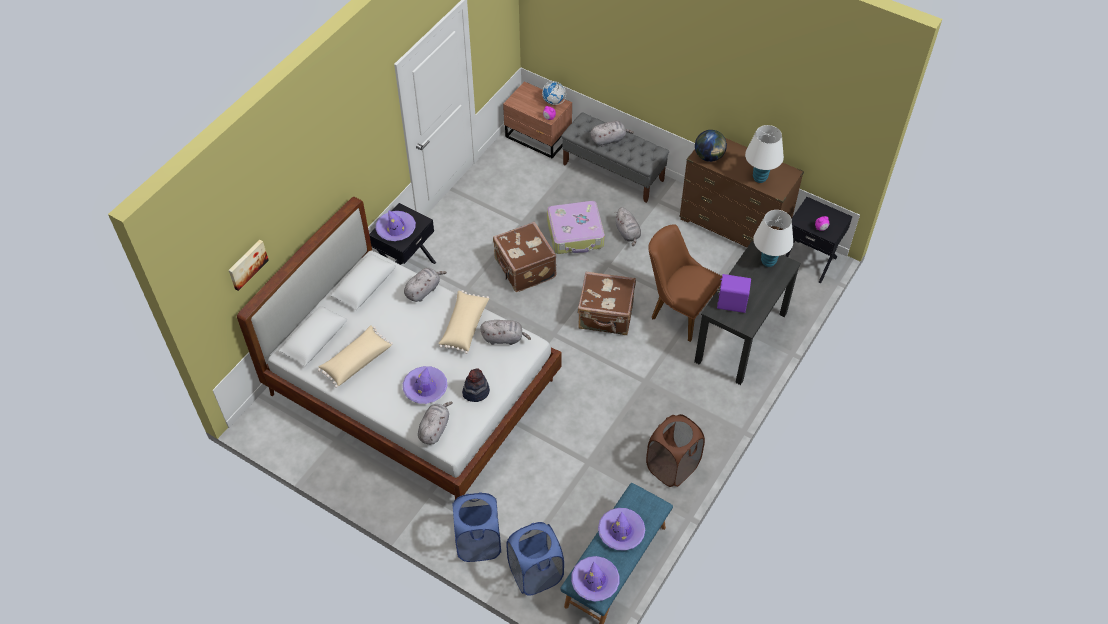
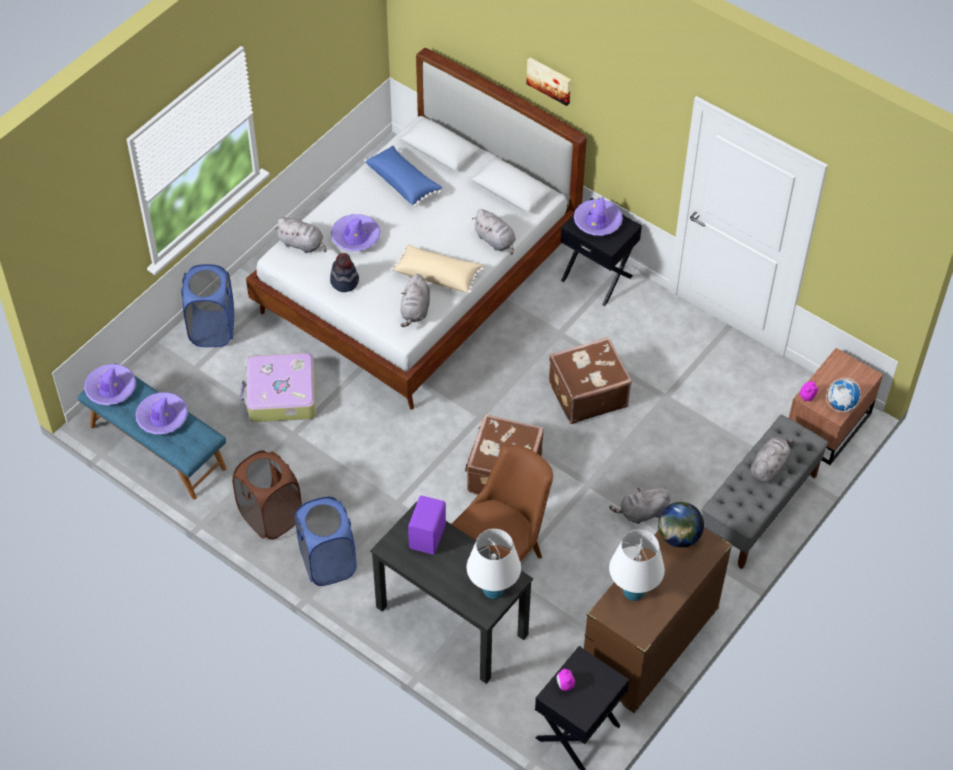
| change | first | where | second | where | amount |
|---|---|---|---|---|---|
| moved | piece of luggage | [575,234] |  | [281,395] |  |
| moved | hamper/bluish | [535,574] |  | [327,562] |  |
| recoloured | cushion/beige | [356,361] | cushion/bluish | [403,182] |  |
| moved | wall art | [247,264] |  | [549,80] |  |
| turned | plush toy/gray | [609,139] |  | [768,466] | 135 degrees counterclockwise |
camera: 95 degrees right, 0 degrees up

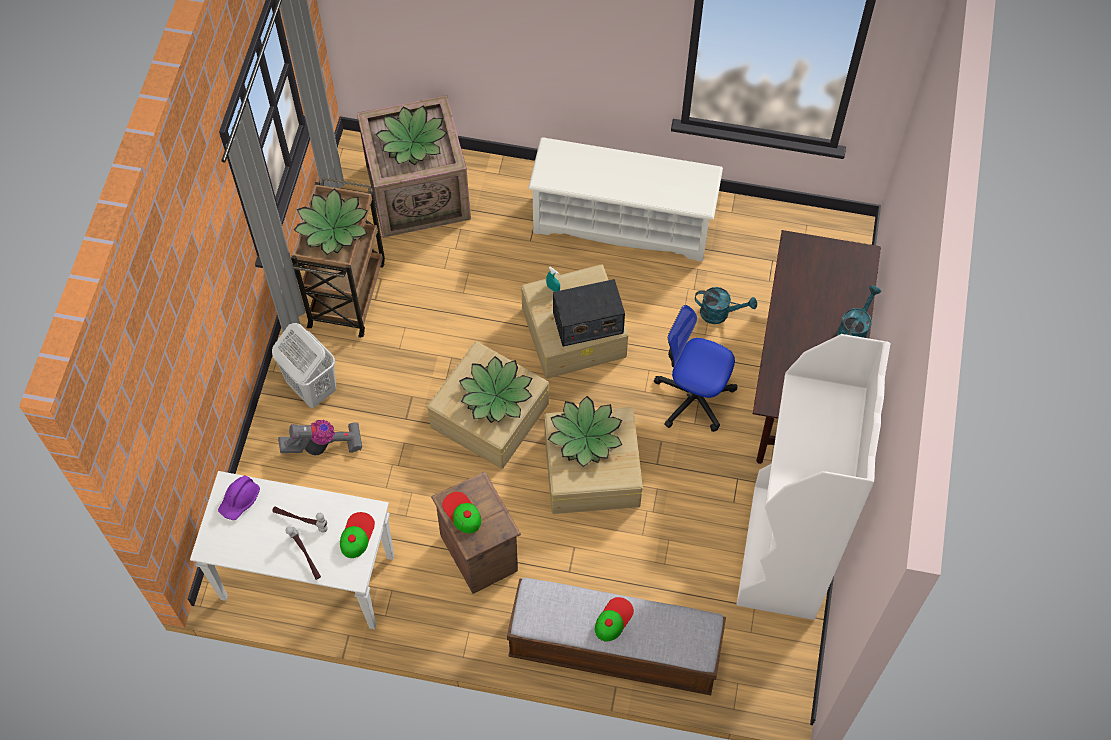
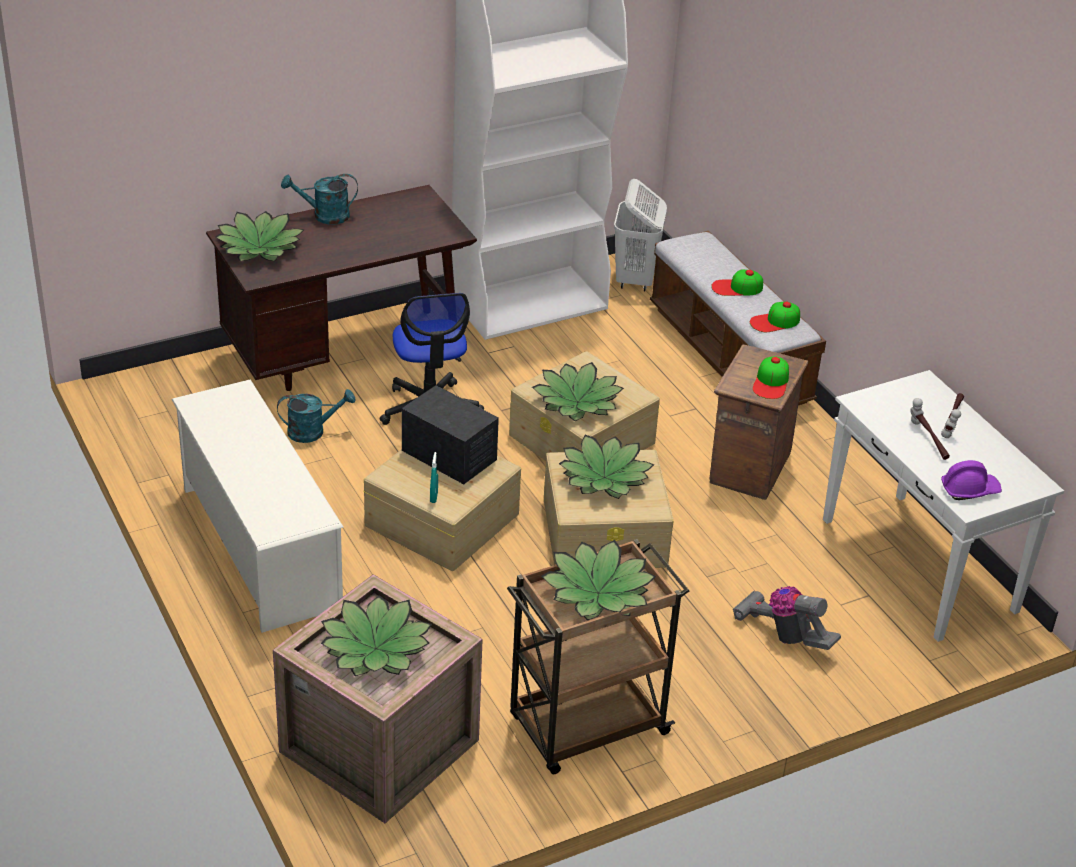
| change | first | where | second | where | amount |
|---|---|---|---|---|---|
| added |  |  | houseplant | [259,247] |  |
| turned | watering pot/turquoise-coloured | [720,313] |  | [313,431] | 105 degrees clockwise |
| moved | hamper/whitish | [311,388] |  | [635,279] |  |
| moved | cap | [356,535] |  | [775,321] |  |
camera: 130 degrees left, 25 degrees down

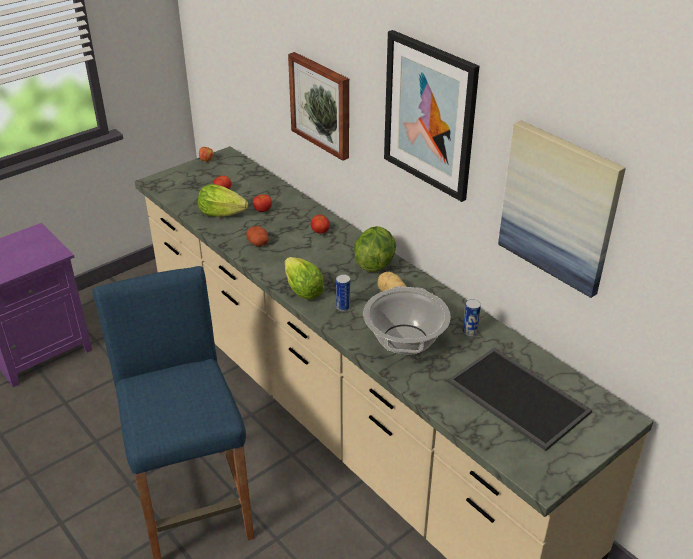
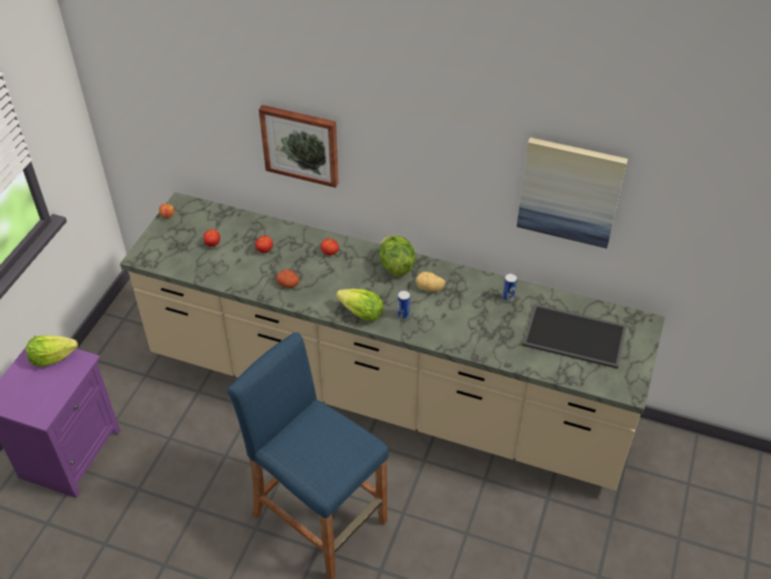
| change | first | where | second | where | amount |
|---|---|---|---|---|---|
| moved | head of lettuce | [221,213] |  | [52,358] |  |
| removed | saucepot | [405,339] |  |  |  |
| removed | wall art | [429,115] |  |  |  |
camera: 30 degrees left, 10 degrees up

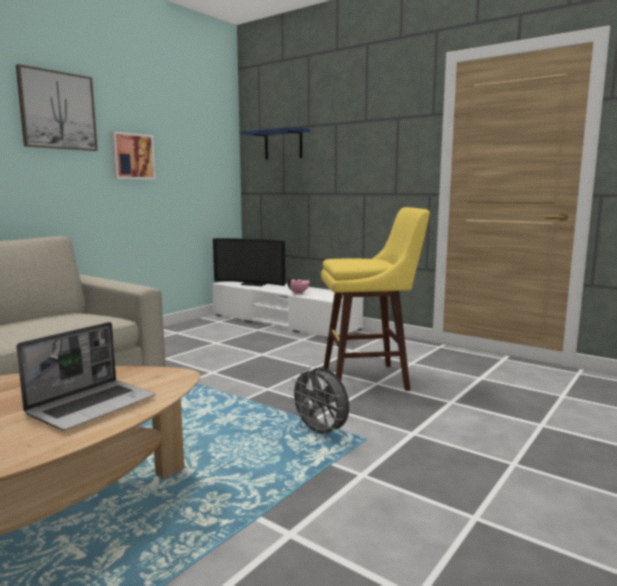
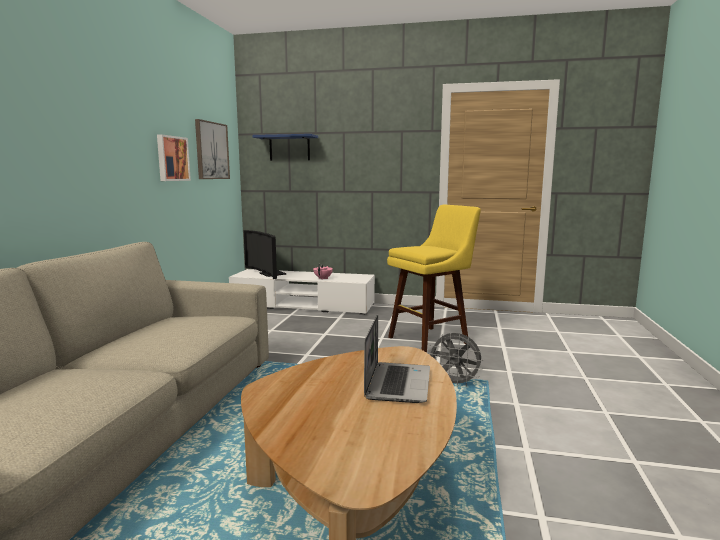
| change | first | where | second | where | amount |
|---|---|---|---|---|---|
| moved | wall art | [57,110] |  | [211,151] |  |
| turned | television | [253,284] |  | [268,274] | 60 degrees clockwise |
camera: 25 degrees left, 0 degrees up

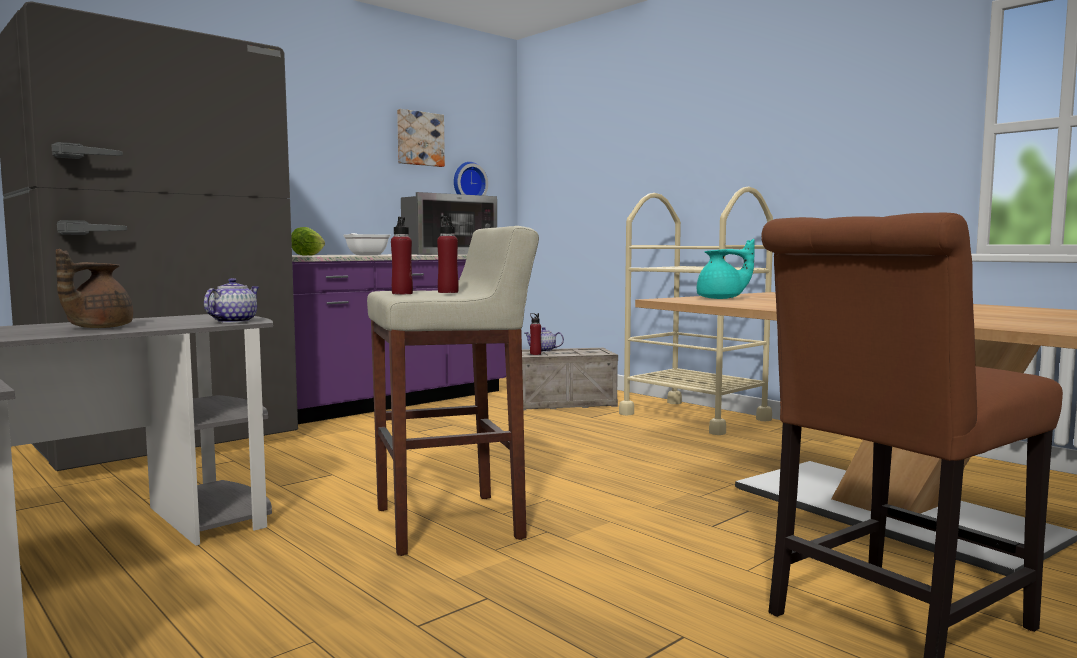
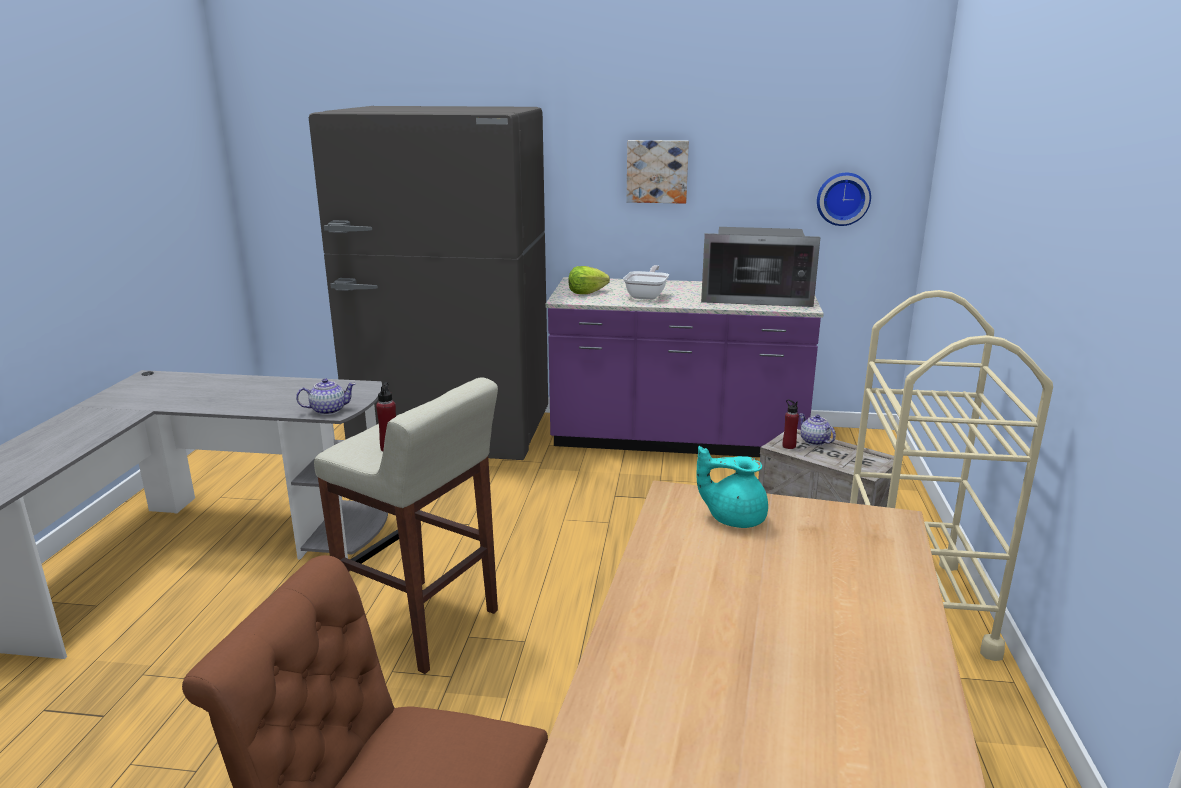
| change | first | where | second | where | amount |
|---|---|---|---|---|---|
| moved | wall art | [419,139] |  | [657,171] |  |
| turned | pot for tea/turquoise-coloured | [721,298] |  | [734,518] | 135 degrees clockwise |
| removed | pot for tea/brown | [97,328] |  |  |  |
| removed | beverage bottle/red-coloured | [402,293] |  |  |  |
camera: 50 degrees right, 15 degrees up

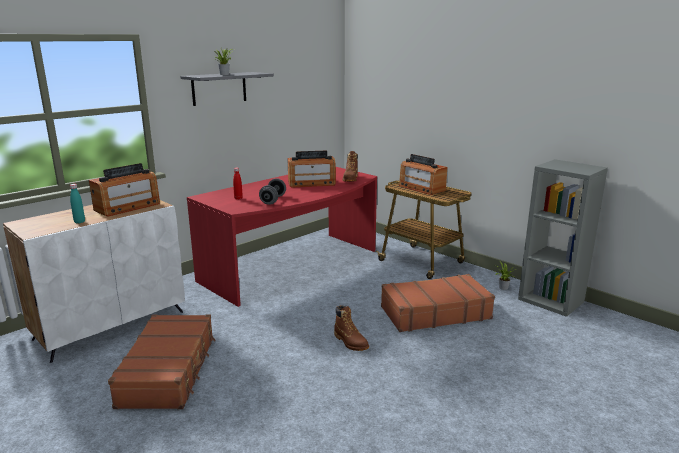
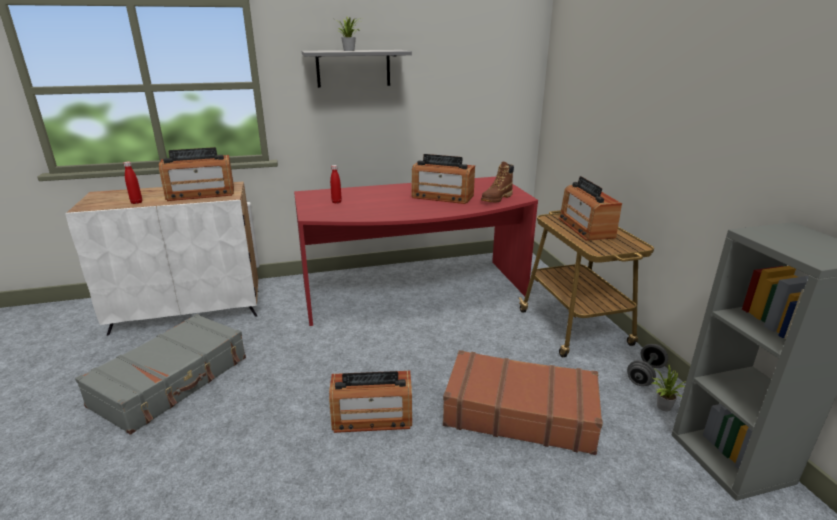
| change | first | where | second | where | amount |
|---|---|---|---|---|---|
| recoloured | piece of luggage/brown | [169,371] | piece of luggage/gray | [172,381] |  |
| recoloured | beverage bottle/turquoise-coloured | [79,222] | beverage bottle/red-coloured | [136,202] |  |
| replaced | high-top boot/brown | [350,342] | radio set | [372,417] |  |
| moved | dumbbell/gray | [273,200] |  | [645,375] |  |
camera: 30 degrees right, 5 degrees up

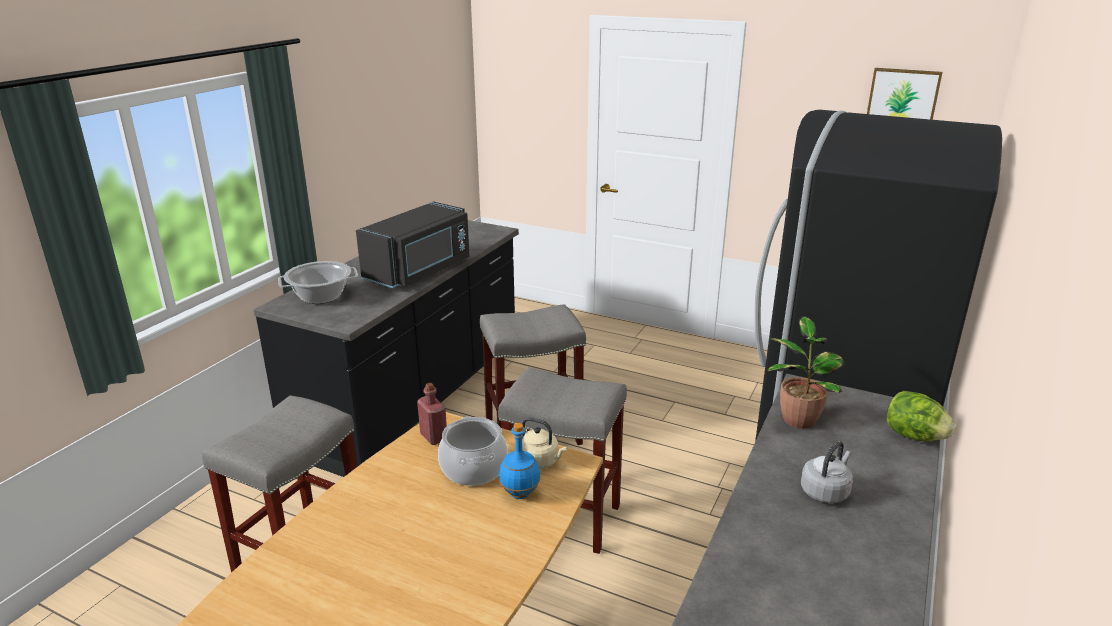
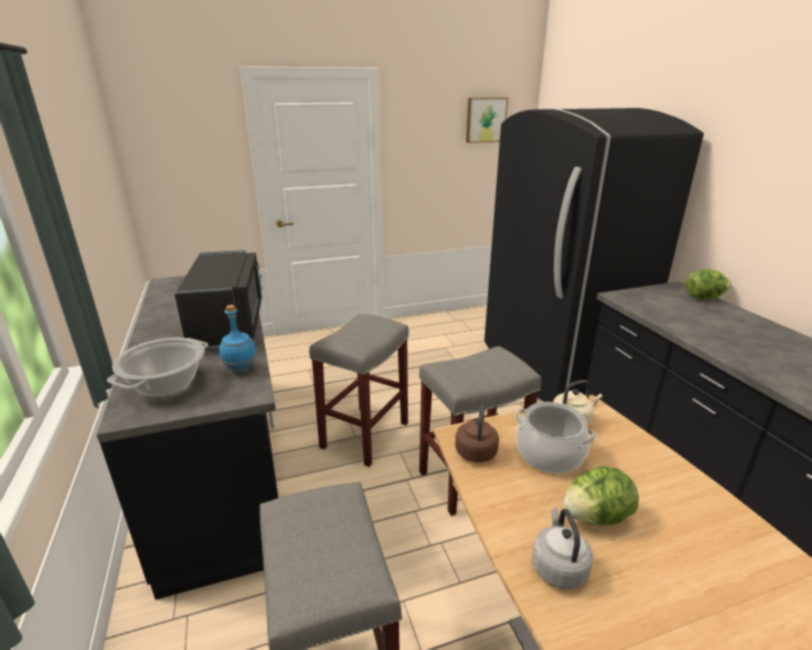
| change | first | where | second | where | amount |
|---|---|---|---|---|---|
| moved | beverage bottle/bluish | [520,493] |  | [241,369] |  |
| replaced | beverage bottle/red-coloured | [433,437] | kettle/brown | [476,451] |  |
| moved | kettle/gray | [825,491] |  | [558,566] |  |
| added |  |  | head of lettuce | [596,516] |  |
| removed | houseplant | [798,418] |  |  |  |
camera: 45 degrees left, 0 degrees up

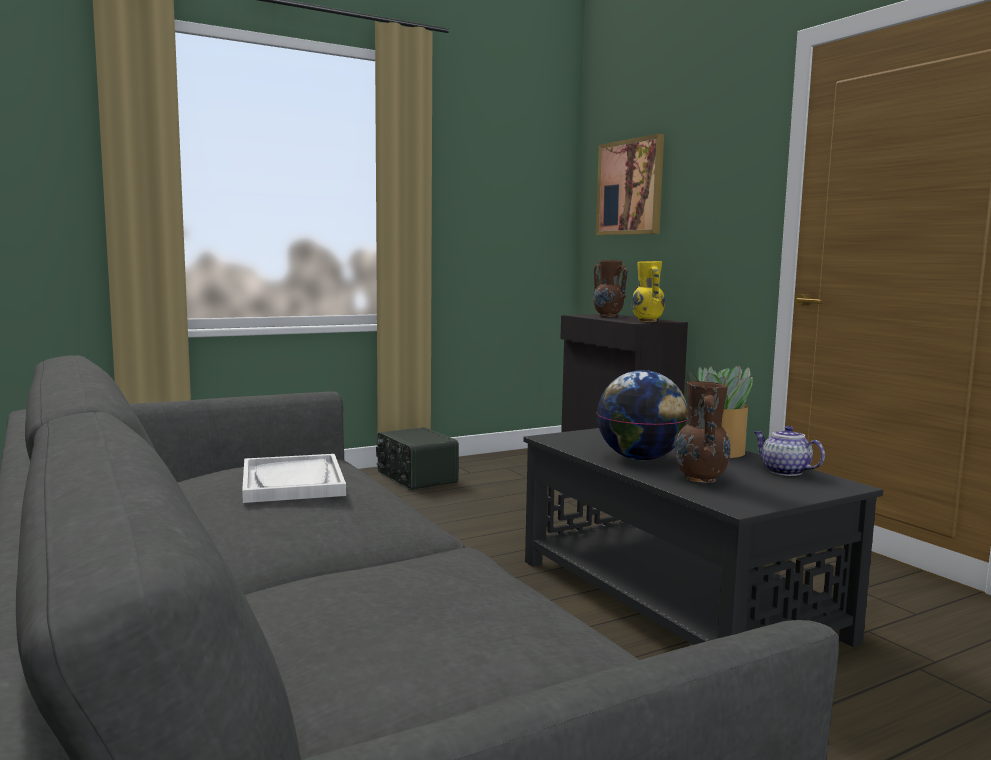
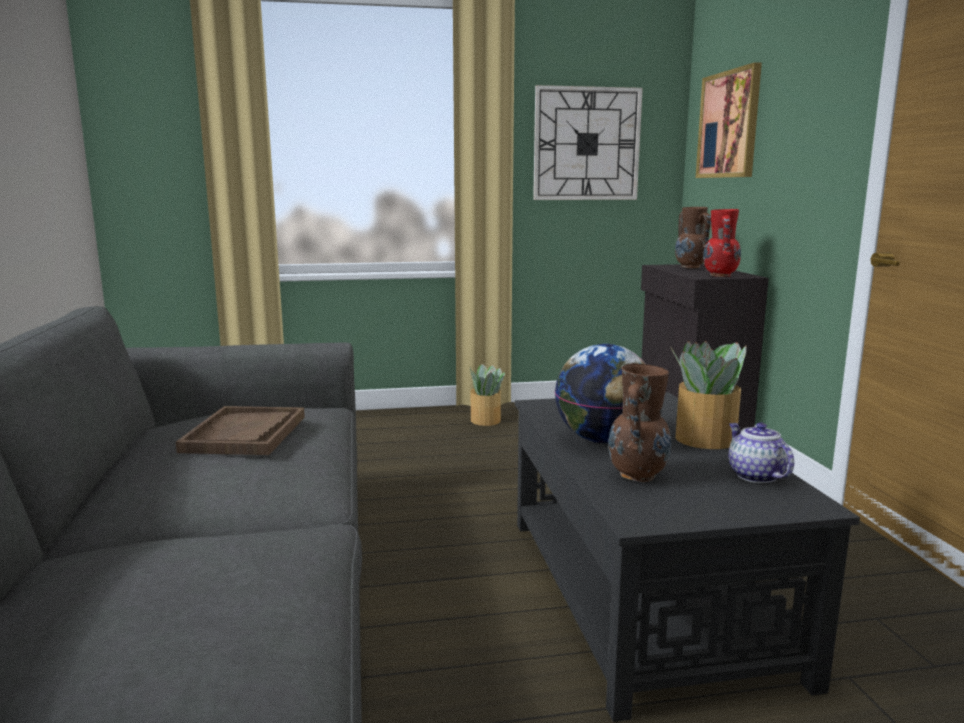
| change | first | where | second | where | amount |
|---|---|---|---|---|---|
| recoloured | serving tray/whitish | [293,482] | serving tray/brown | [245,434] |  |
| replaced | radio set | [415,478] | houseplant | [485,420] |  |
| added |  |  | wall clock | [586,144] |  |
| recoloured | decorative vase/yellow-coloured | [647,321] | decorative vase/red-coloured | [720,276] |  |
camera: 20 degrees right, 5 degrees up

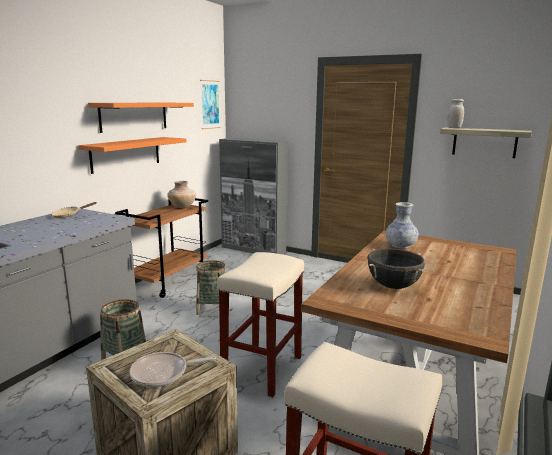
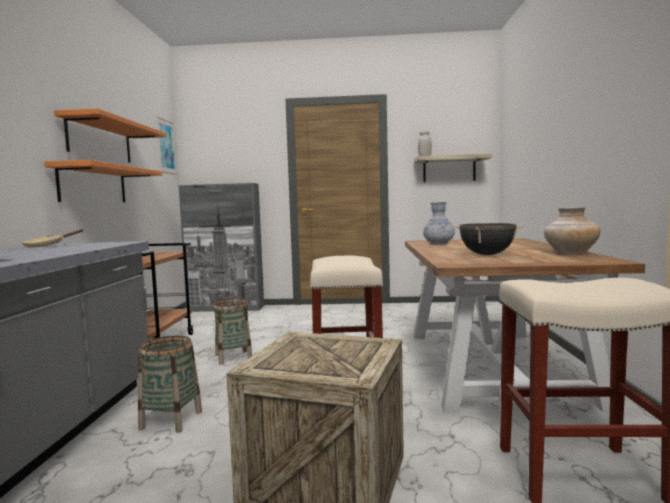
| change | first | where | second | where | amount |
|---|---|---|---|---|---|
| moved | decorative vase/beige | [182,207] |  | [570,253] |  |
| removed | pan | [163,373] |  |  |  |
camera: 25 degrees left, 10 degrees down

